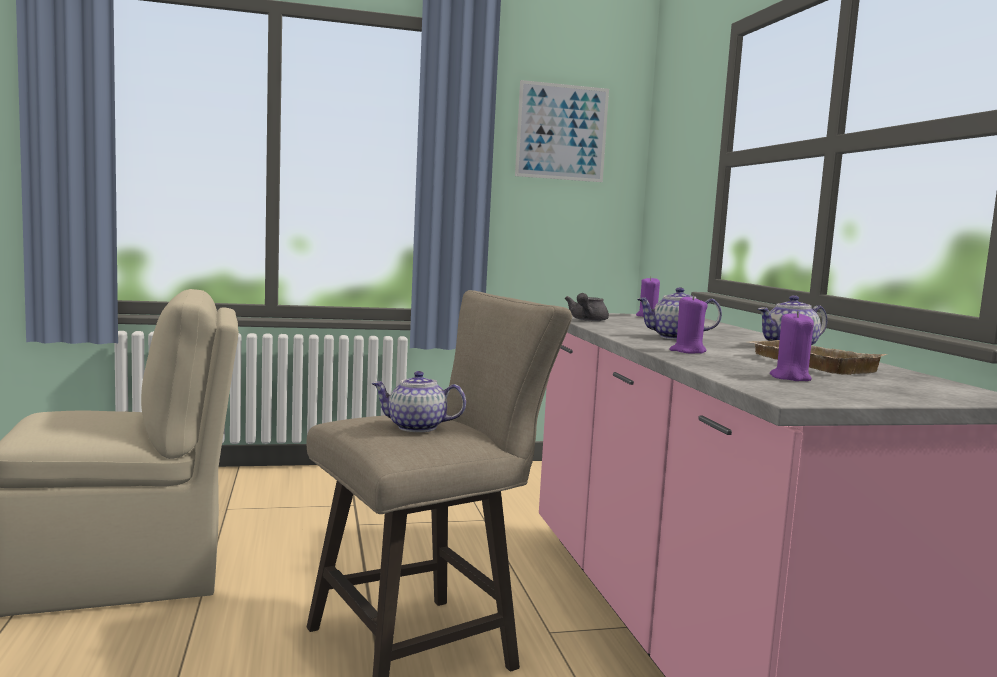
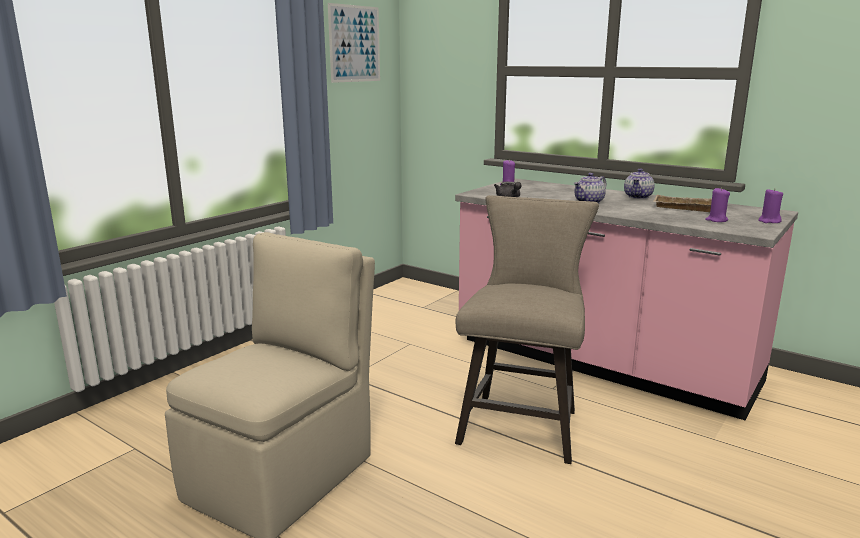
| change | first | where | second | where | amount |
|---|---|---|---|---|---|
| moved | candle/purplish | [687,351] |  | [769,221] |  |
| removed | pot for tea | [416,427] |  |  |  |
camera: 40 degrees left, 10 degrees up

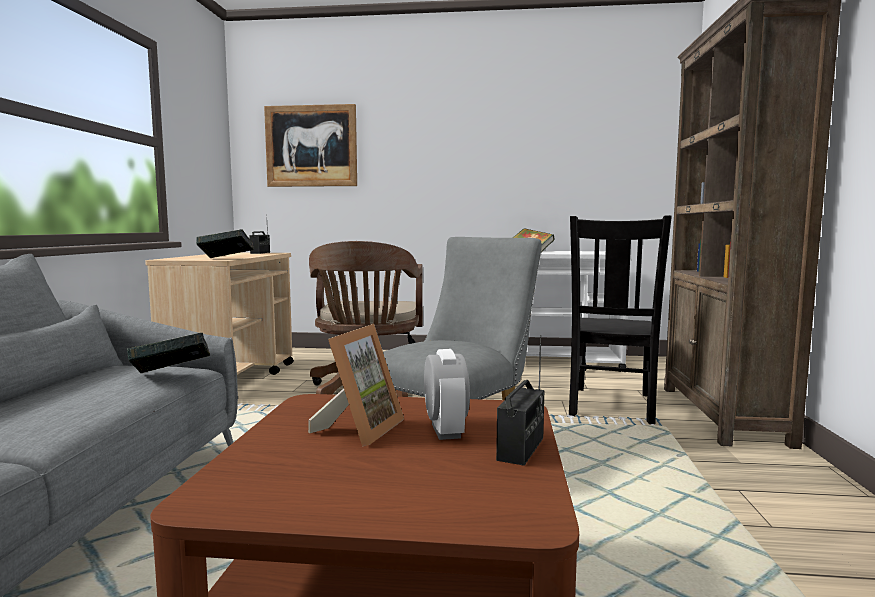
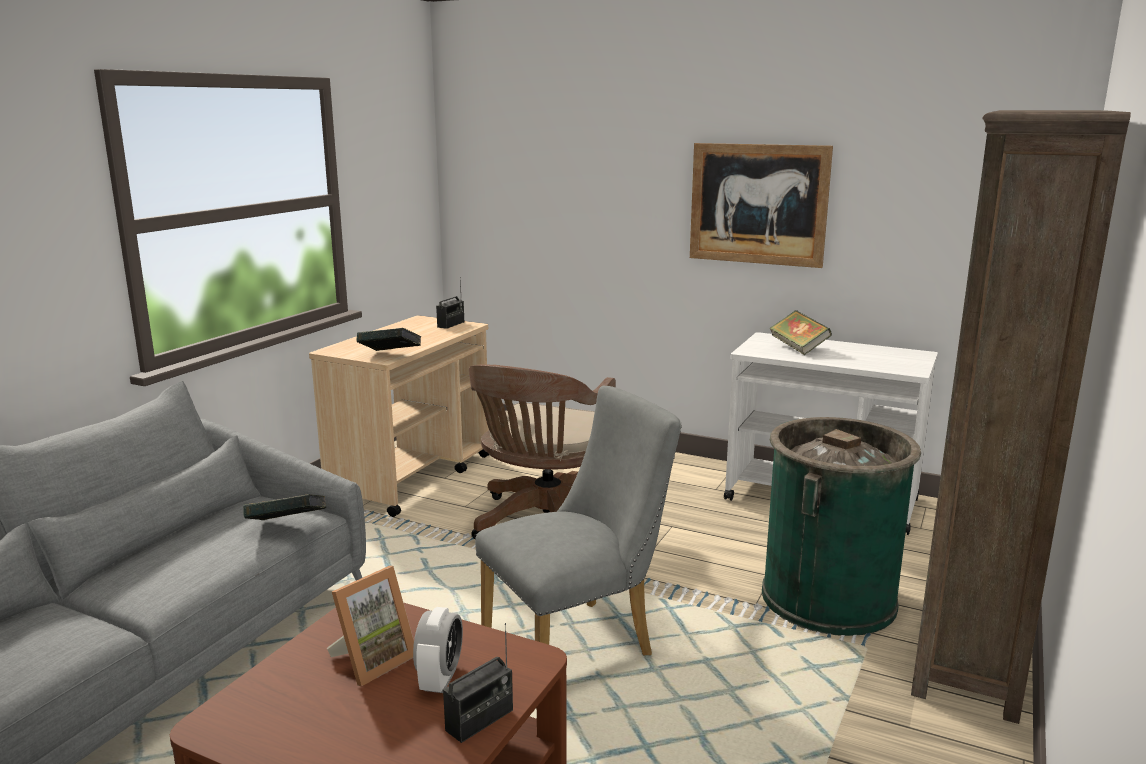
| change | first | where | second | where | amount |
|---|---|---|---|---|---|
| moved | wall art | [311,146] |  | [758,204] |  |
| replaced | upright chair/black | [611,406] | rubbish bin/green-coloured | [828,598] |  |
camera: 20 degrees right, 10 degrees up

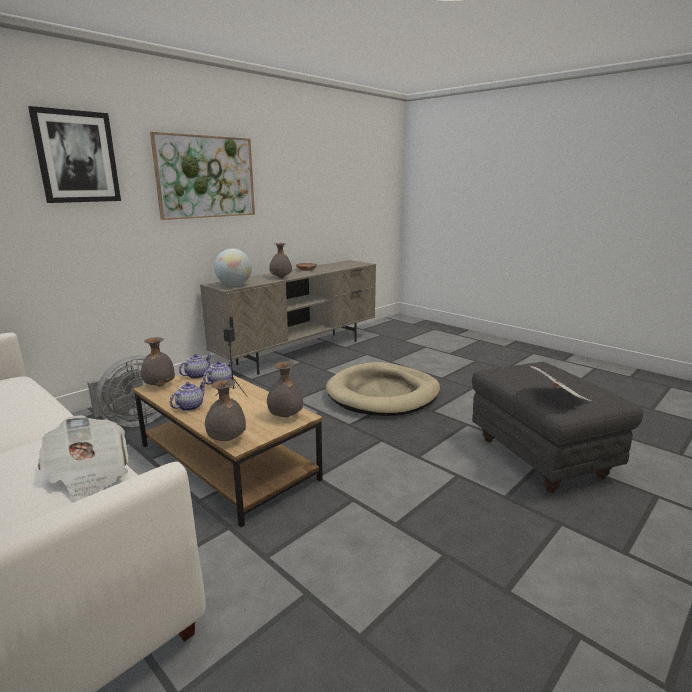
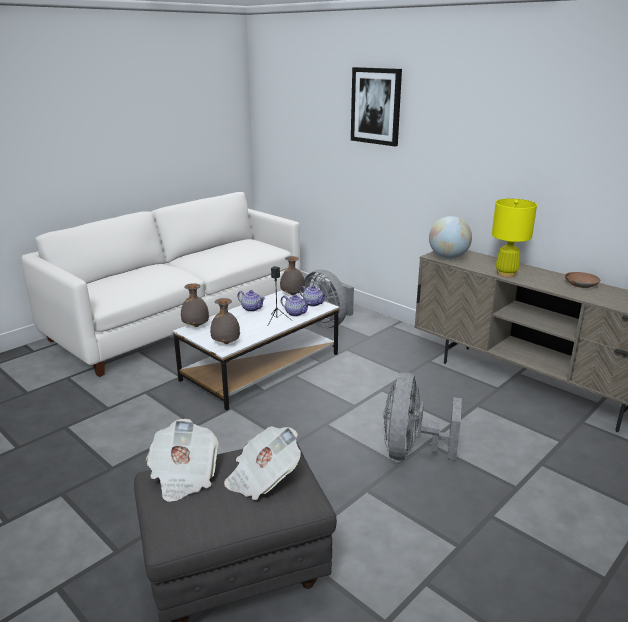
| change | first | where | second | where | amount |
|---|---|---|---|---|---|
| recoloured | low table/brown | [226,462] | low table/whitish | [261,366] |  |
| moved | newspaper | [89,475] |  | [262,478] |  |
| replaced | dog cushion/beige | [383,394] | cooling fan/gray | [411,451] |  |
| replaced | decorative vase/gray | [281,278] | table lamp/yellow-coloured | [506,274] |  |
| removed | wall art | [206,177] |  |  |  |
camera: 90 degrees right, 5 degrees up

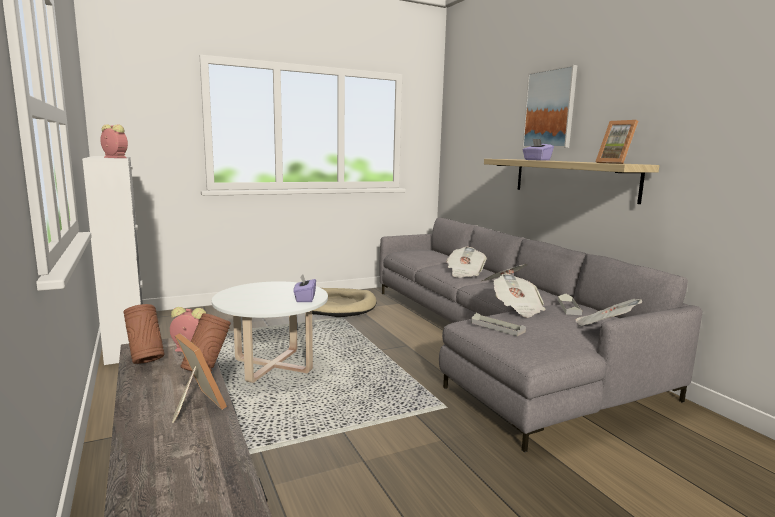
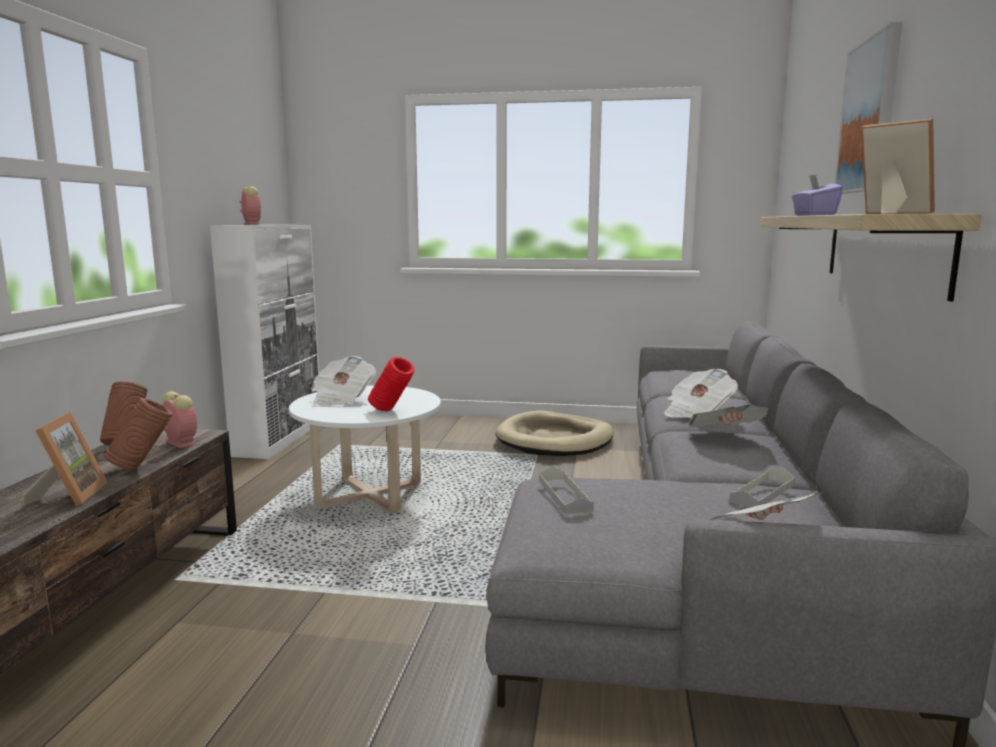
| change | first | where | second | where | amount |
|---|---|---|---|---|---|
| moved | newspaper | [517,309] |  | [341,399] |  |
| replaced | box of tissues/purplish | [305,299] | decorative vase/red-coloured | [392,411] |  |
| turned | standing frame | [616,163] |  | [888,213] | 135 degrees clockwise |
camera: 35 degrees right, 0 degrees up

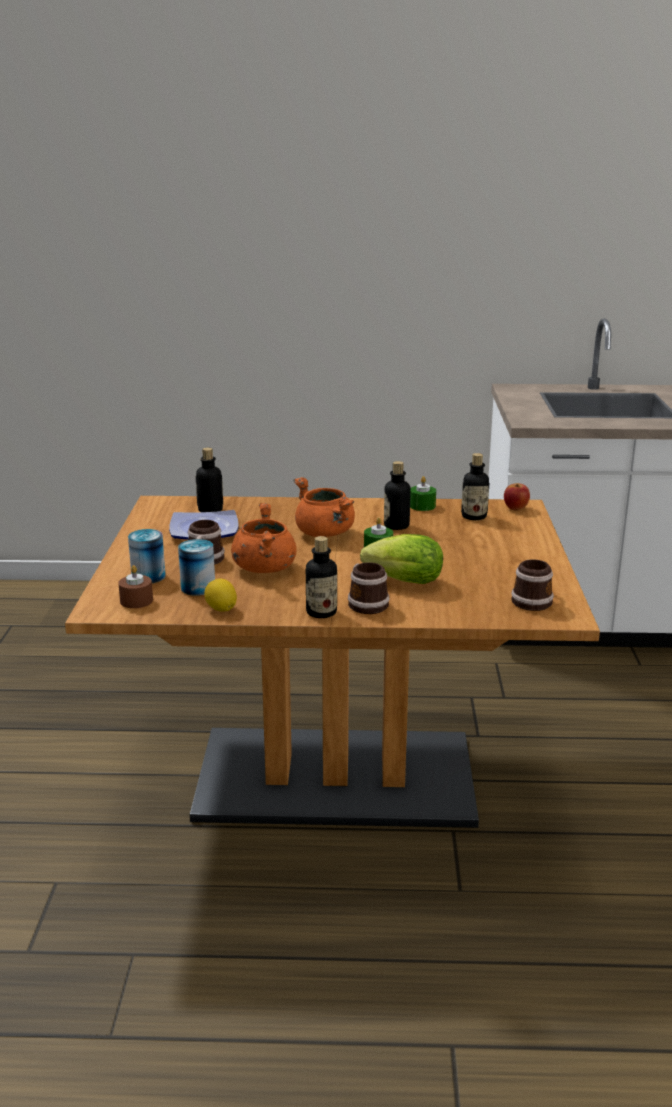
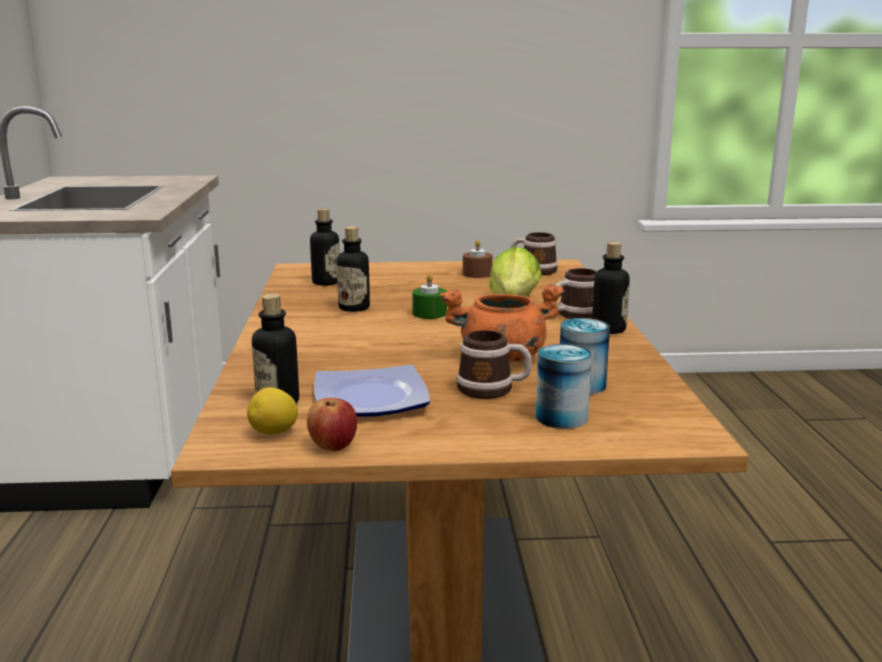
| change | first | where | second | where | amount |
|---|---|---|---|---|---|
| moved | lemon | [221,609] |  | [274,433] |  |
| moved | apple | [516,508] |  | [333,446] |  |
| moved | candle/brown | [136,601] |  | [477,274] |  |
| removed | saucepot/orangey | [325,533] |  |  |  |
| removed | candle/green-coloured | [422,506] |  |  |  |
camera: 95 degrees left, 5 degrees down

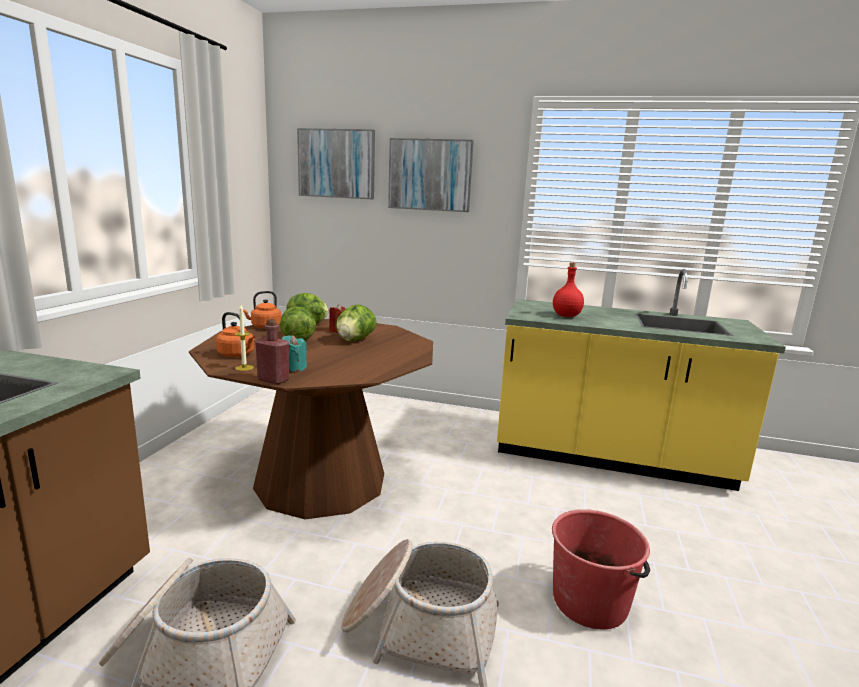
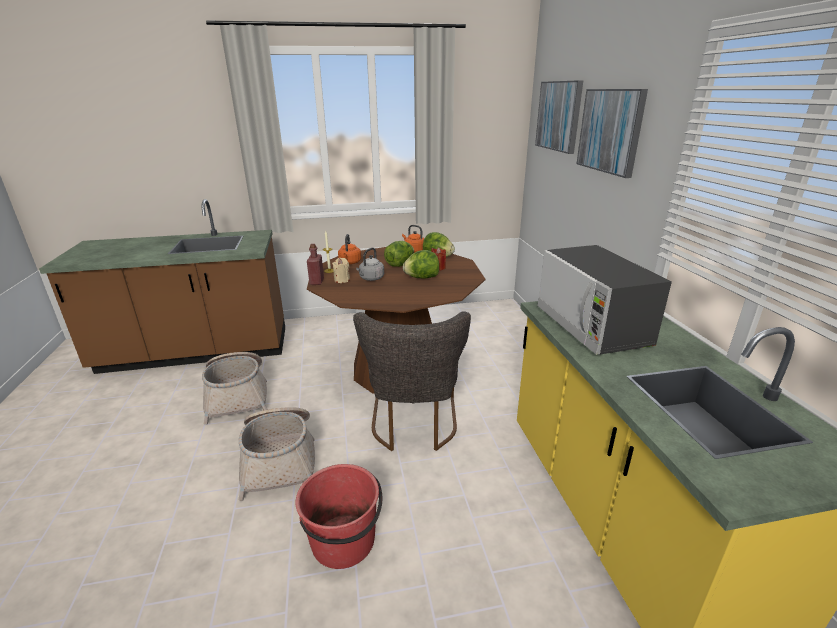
| change | first | where | second | where | amount |
|---|---|---|---|---|---|
| recoloured | candle/turquoise-coloured | [294,368] | candle/beige | [342,280] |  |
| added |  |  | upright chair/gray | [414,425] |  |
| added |  |  | kettle/gray | [371,278] |  |
| replaced | beverage bottle/red-coloured | [566,316] | kitchen microwave | [591,326] |  |
camera: 65 degrees right, 10 degrees up

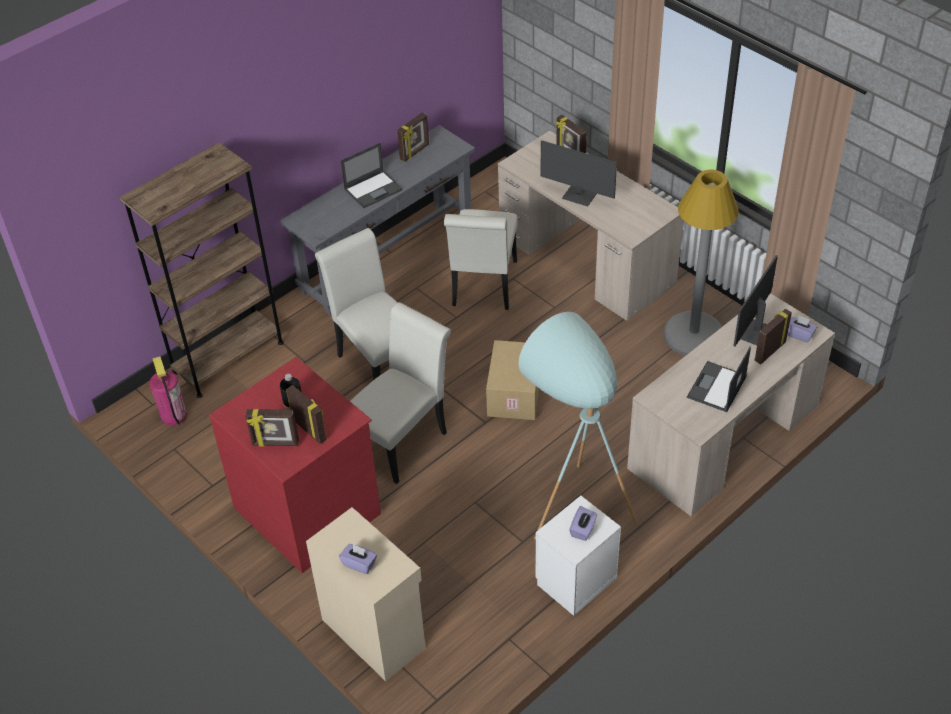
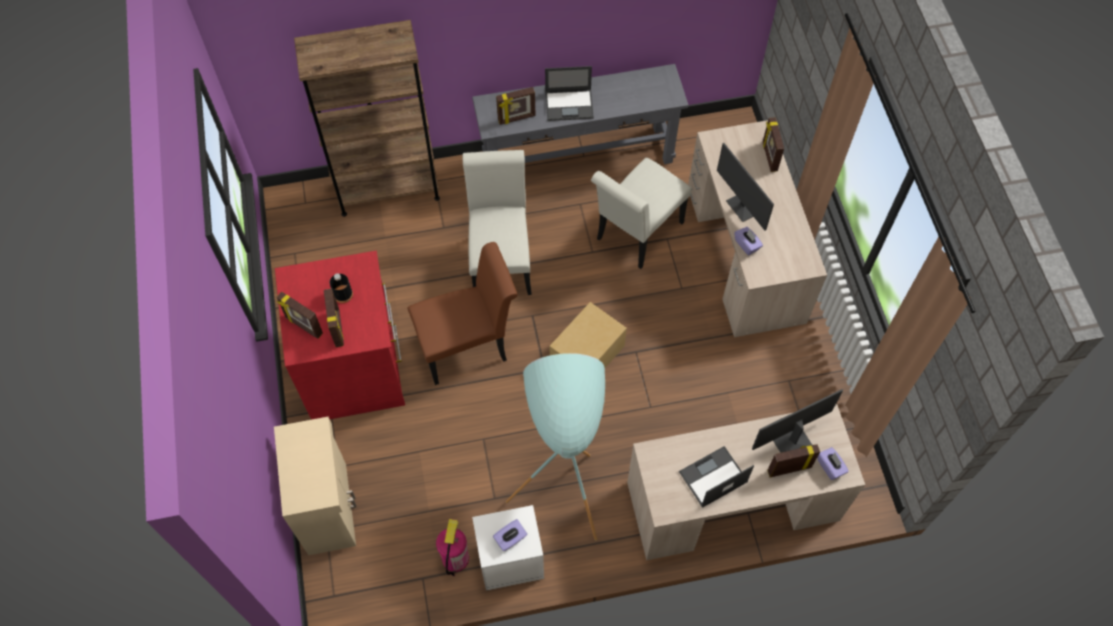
| change | first | where | second | where | amount |
|---|---|---|---|---|---|
| recoloured | upright chair/whitish | [402,439] | upright chair/brown | [468,345] |  |
| moved | fire-fighting cylinder | [173,415] |  | [455,558] |  |
| moved | standing frame | [415,152] |  | [516,118] |  |
| moved | box of tissues/purplish | [359,564] |  | [747,245] |  |
| removed | standing lamp/gray | [693,335] |  |  |  |
camera: 30 degrees right, 15 degrees up

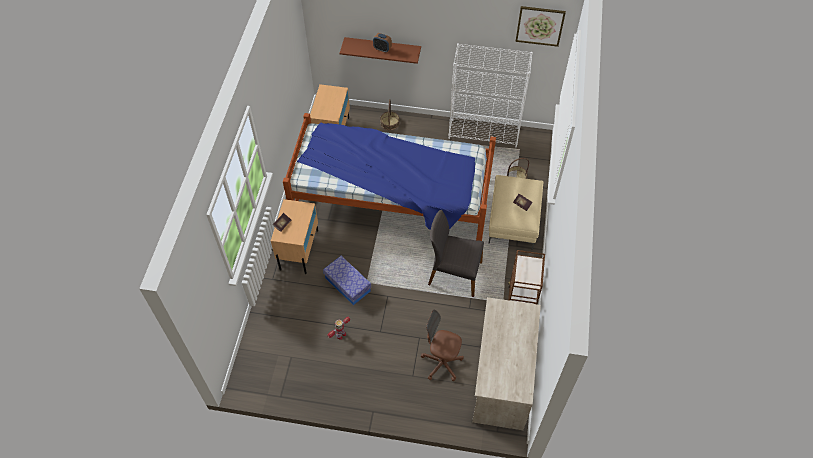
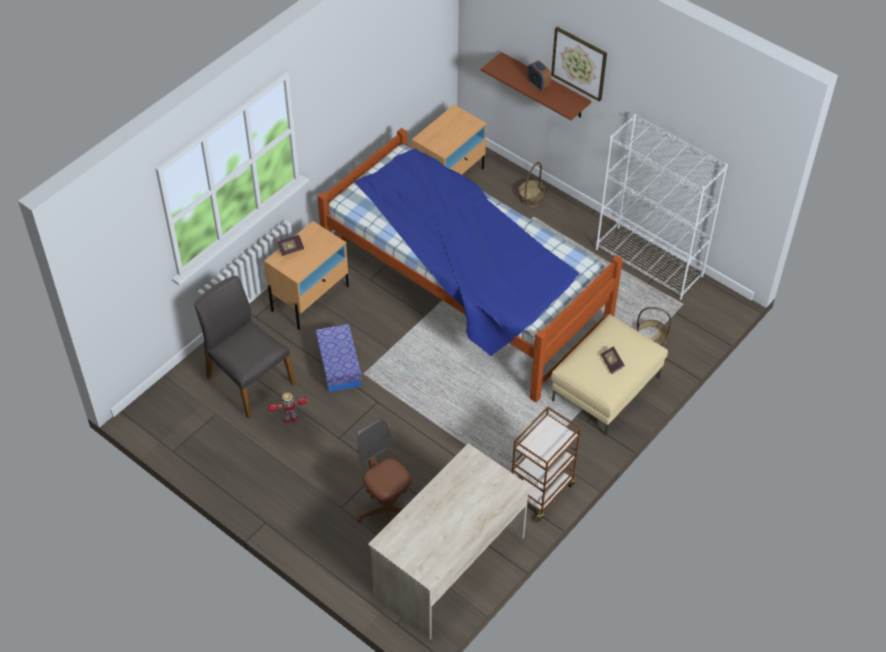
| change | first | where | second | where | amount |
|---|---|---|---|---|---|
| moved | upright chair/gray | [454,274] |  | [248,380] |  |
| moved | wall art | [540,25] |  | [579,63] |  |
camera: 30 degrees right, 5 degrees down

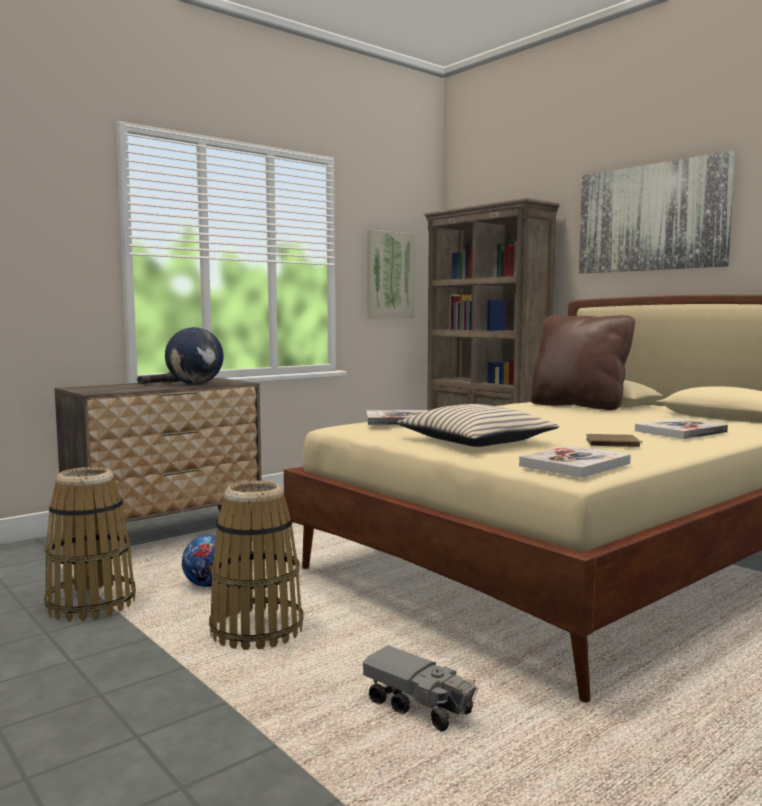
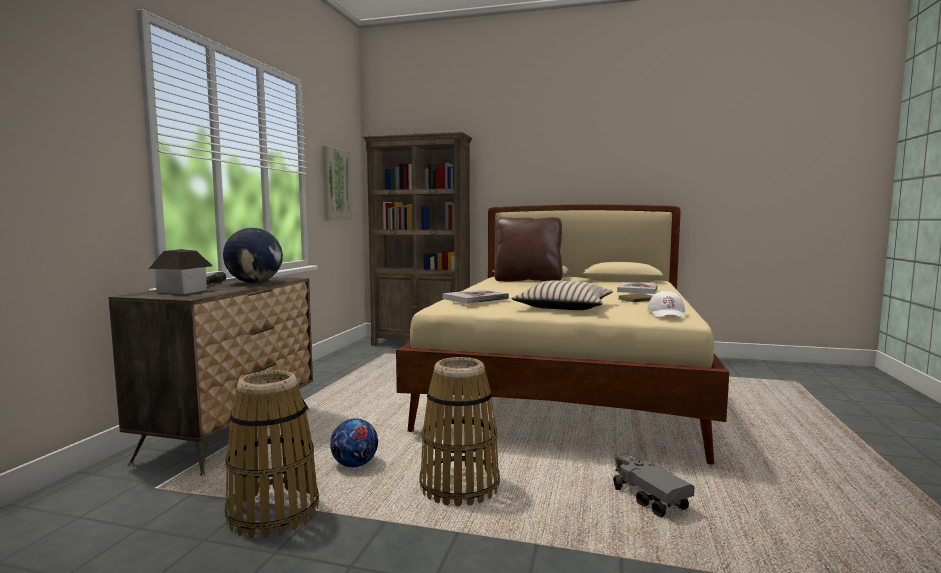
| change | first | where | second | where | amount |
|---|---|---|---|---|---|
| added |  |  | toy house | [182,291] |  |
| turned | toy truck | [420,707] |  | [648,499] | 120 degrees counterclockwise |
| replaced | bound book | [575,465] | cap/whitish | [667,314] |  |
| removed | wall art | [651,218] |  |  |  |
camera: 35 degrees left, 0 degrees up

